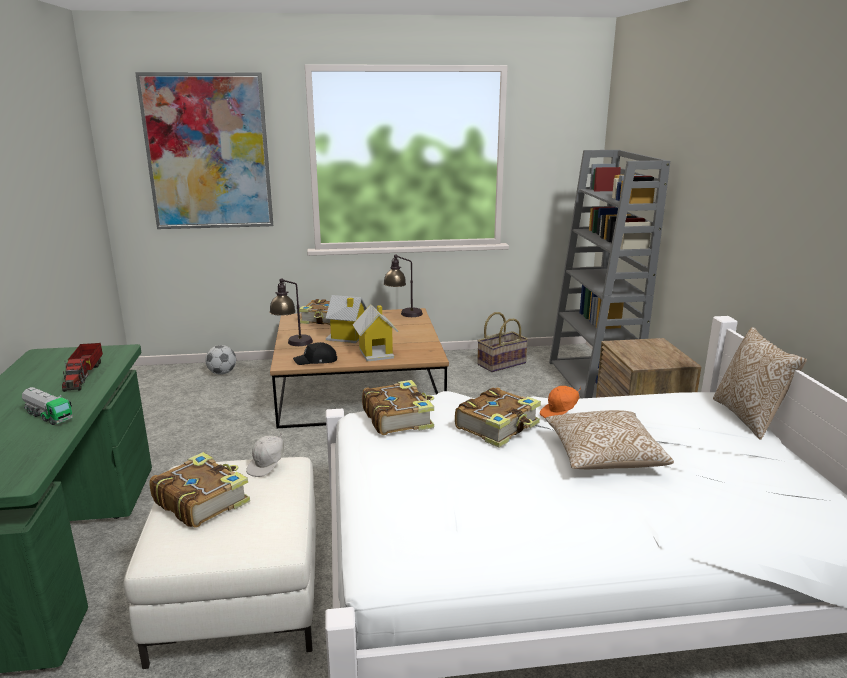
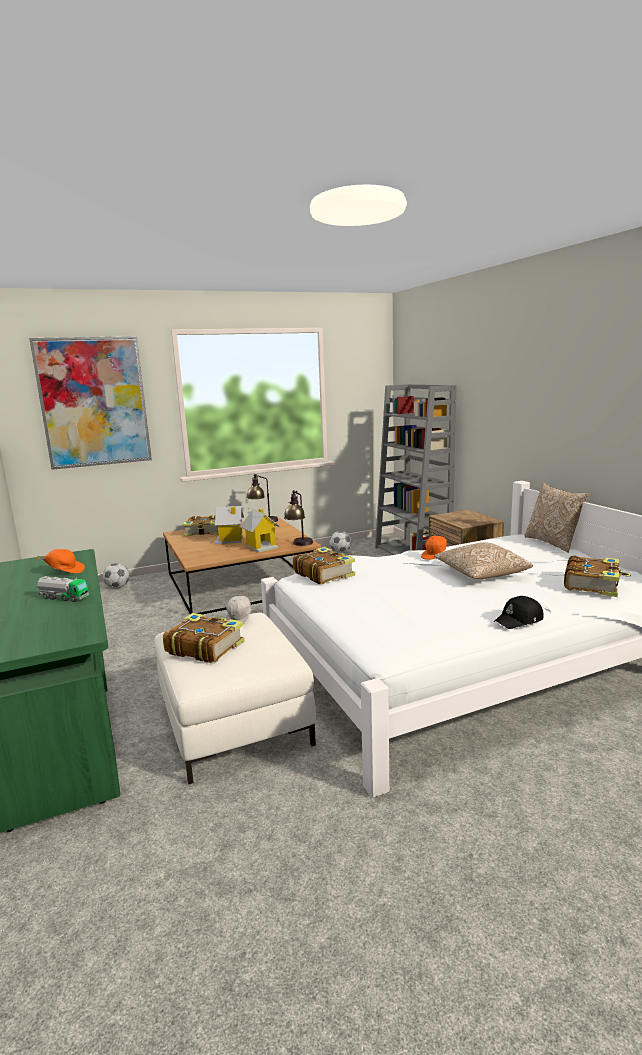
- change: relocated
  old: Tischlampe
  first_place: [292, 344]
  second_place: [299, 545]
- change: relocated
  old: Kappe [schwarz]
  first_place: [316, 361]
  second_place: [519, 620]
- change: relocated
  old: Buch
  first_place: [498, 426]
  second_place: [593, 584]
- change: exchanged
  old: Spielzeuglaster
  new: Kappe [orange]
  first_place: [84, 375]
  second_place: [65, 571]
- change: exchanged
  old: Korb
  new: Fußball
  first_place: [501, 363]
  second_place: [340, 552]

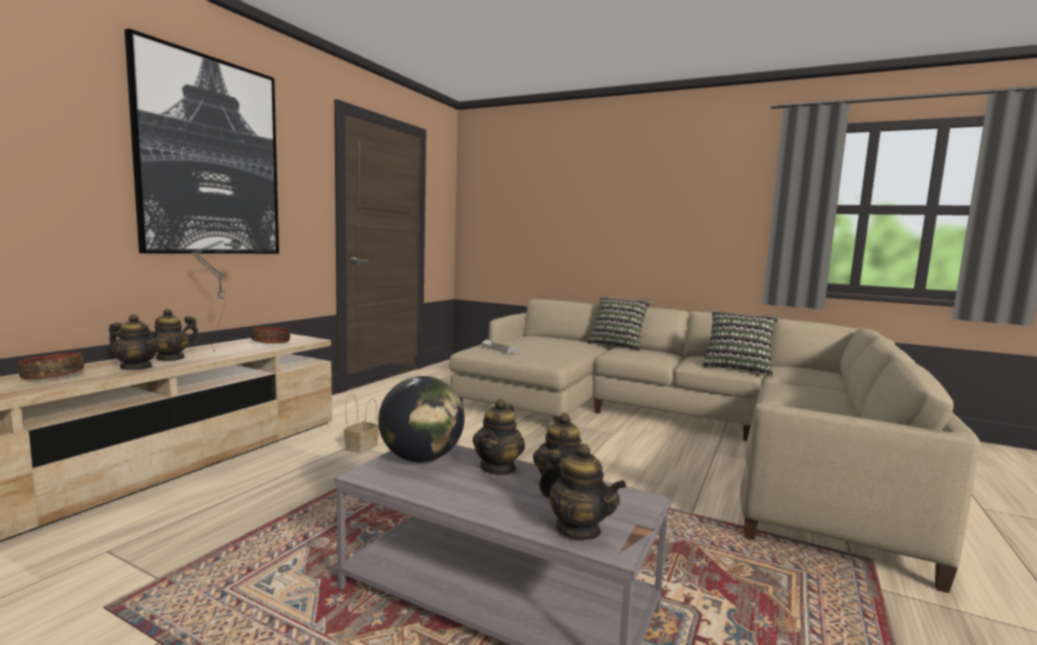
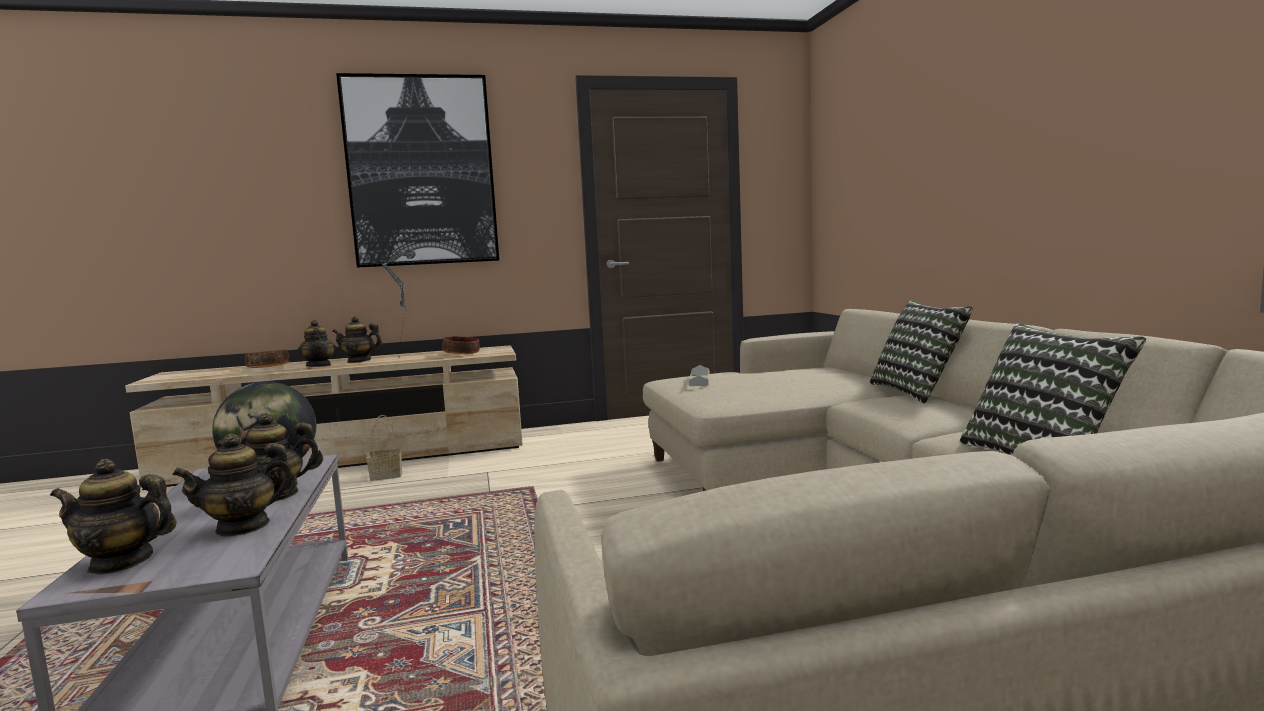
- change: relocated
  old: Korb
  first_place: [361, 446]
  second_place: [387, 475]
- change: spun
  old: Teekanne
  first_place: [578, 529]
  second_place: [121, 562]
  degrees: 90

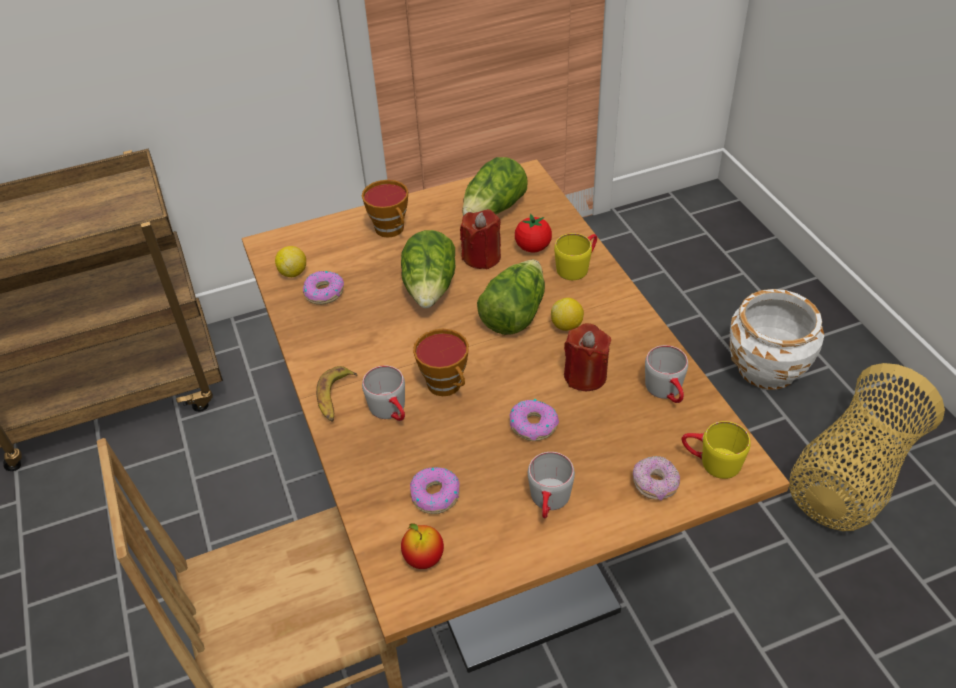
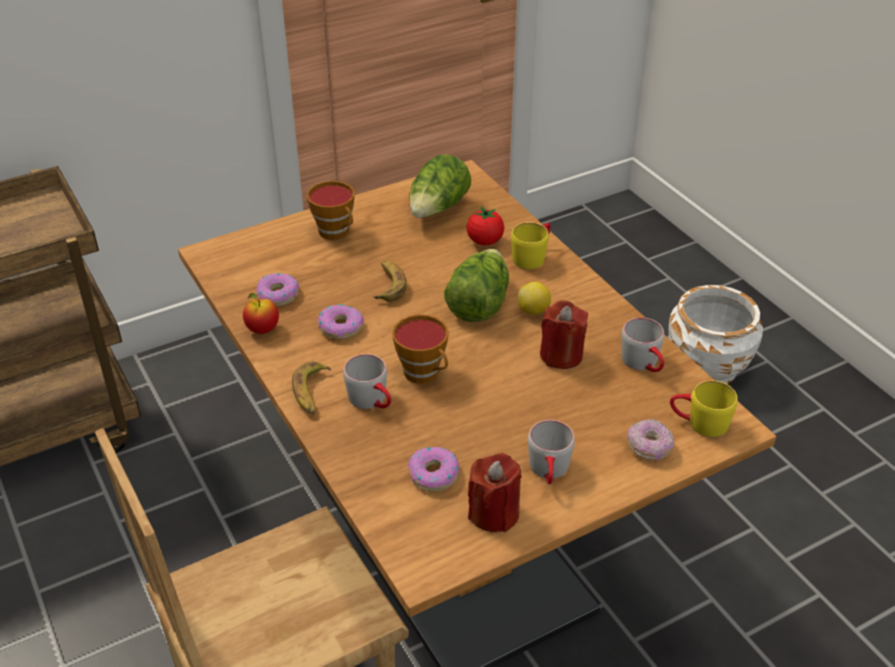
- change: missing
  old: Zitrone
  first_place: [293, 272]
- change: missing
  old: Korb
  first_place: [852, 476]
- change: relocated
  old: Apfel
  first_place: [423, 558]
  second_place: [262, 329]
- change: relocated
  old: Kerze [rot]
  first_place: [482, 257]
  second_place: [494, 513]
- change: relocated
  old: Donut
  first_place: [533, 425]
  second_place: [340, 327]
- change: exchanged
  old: Salatkopf
  new: Banane
  first_place: [430, 288]
  second_place: [388, 285]

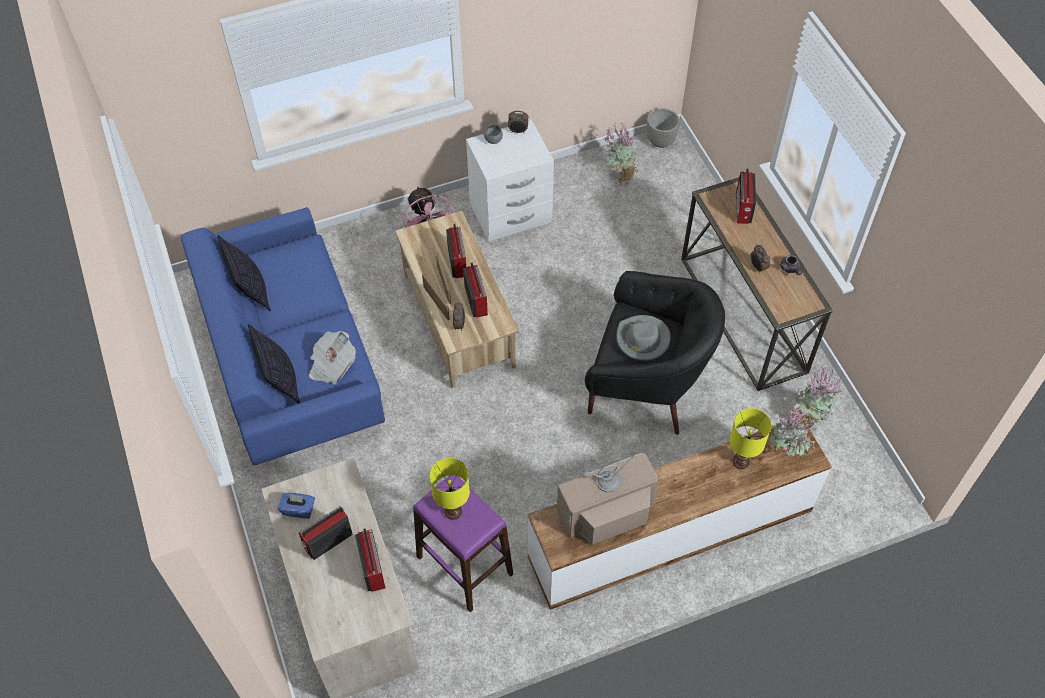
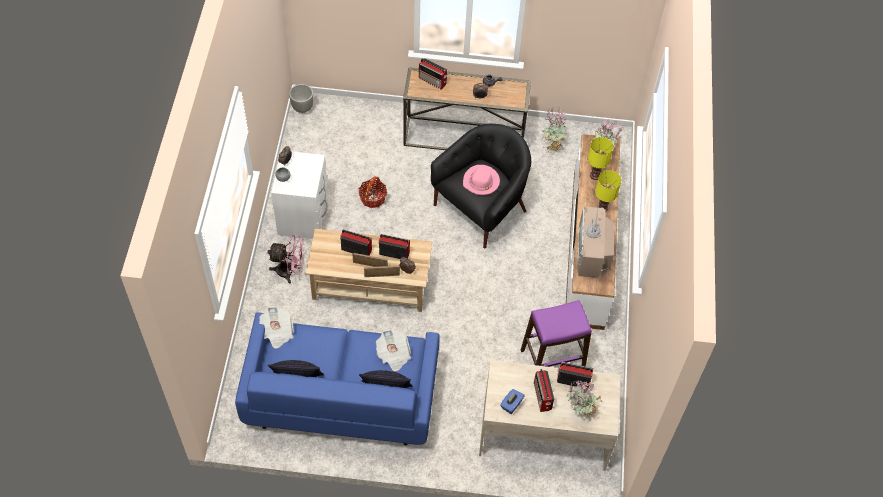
- change: appeared
  new: Zeitung
  second_place: [277, 332]
- change: appeared
  new: Korb
  second_place: [373, 198]
- change: relocated
  old: Tischlampe [gelb]
  first_place: [453, 512]
  second_place: [603, 208]
- change: relocated
  old: Topfpflanze
  first_place: [619, 175]
  second_place: [580, 411]
- change: colour
  old: Hut [grau]
  new: Hut [rosa]
  first_place: [642, 340]
  second_place: [481, 182]

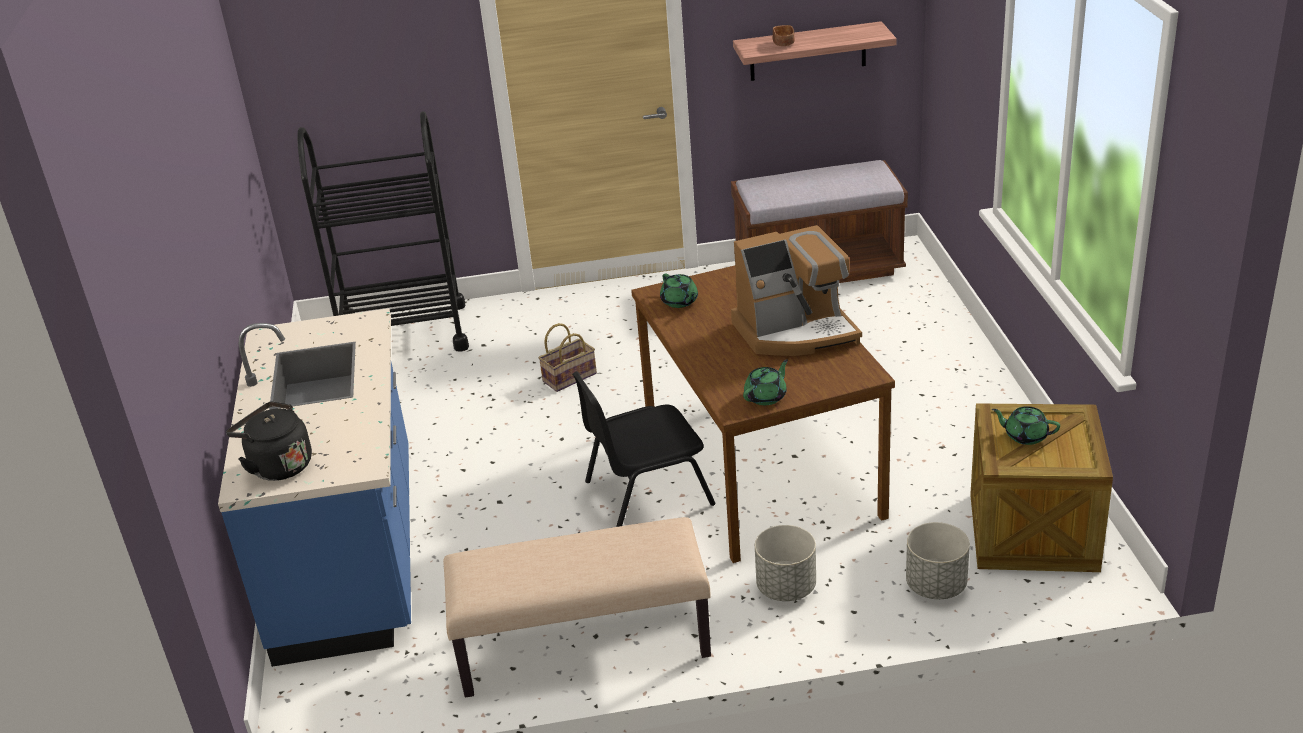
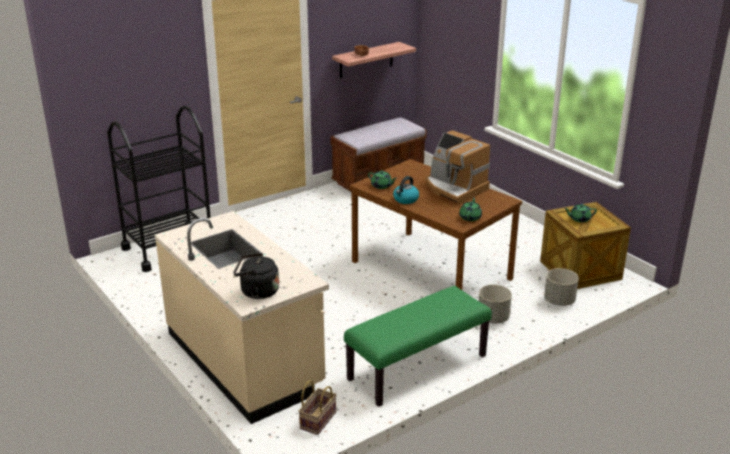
- change: missing
  old: Stuhl [schwarz]
  first_place: [646, 492]
- change: appeared
  new: Wasserkessel
  second_place: [405, 199]
- change: relocated
  old: Korb
  first_place: [570, 376]
  second_place: [318, 419]
- change: colour
  old: Küchenzeile [blau]
  new: Küchenzeile [beige]
  first_place: [351, 554]
  second_place: [245, 360]
- change: colour
  old: Bank [beige]
  new: Bank [grün]
  first_place: [583, 646]
  second_place: [417, 368]
- change: spun
  old: Kaffeemaschine
  first_place: [796, 331]
  second_place: [454, 189]
  degrees: 90

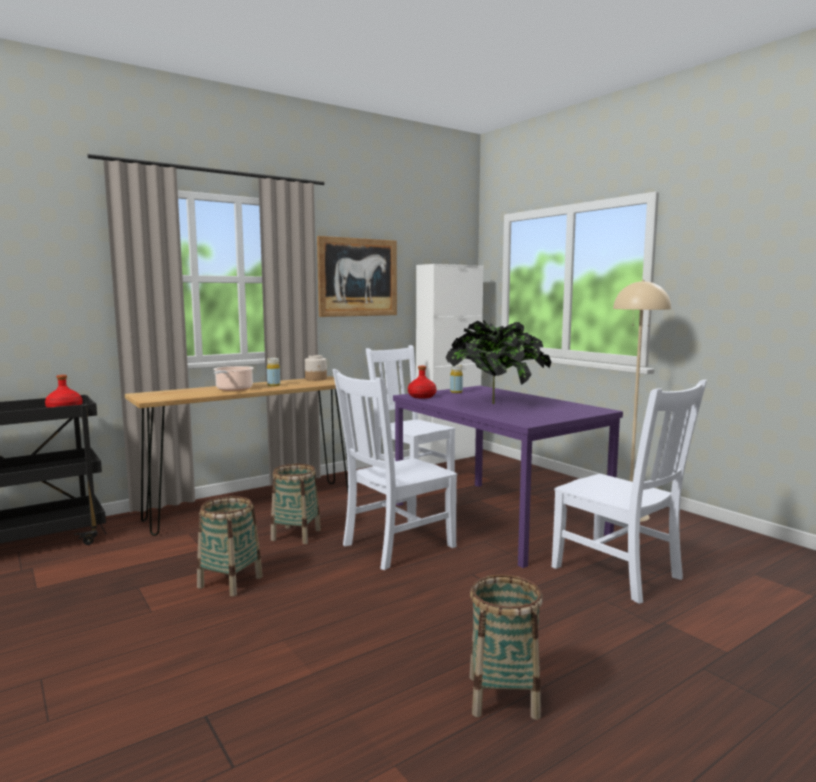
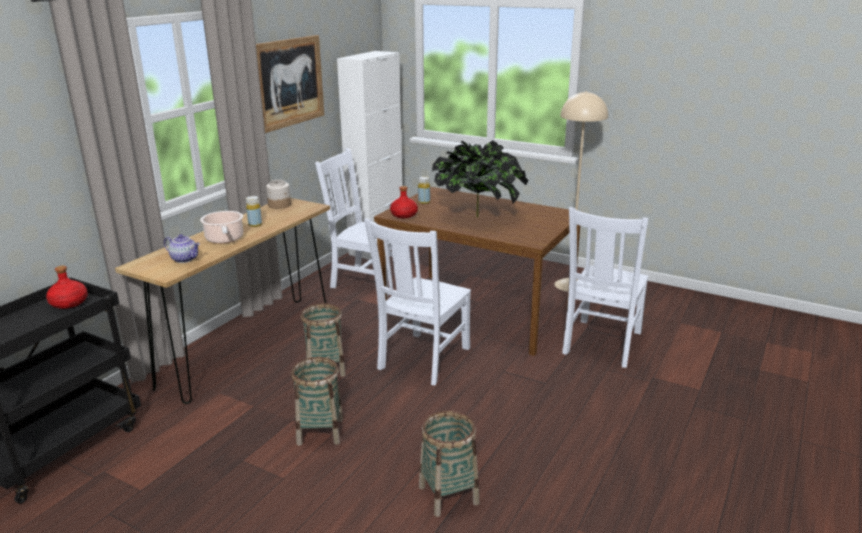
- change: appeared
  new: Teekanne
  second_place: [185, 259]
- change: relocated
  old: Korb
  first_place: [503, 696]
  second_place: [448, 494]
- change: colour
  old: Esstisch [lila]
  new: Esstisch [braun]
  first_place: [495, 518]
  second_place: [475, 311]
- change: spun
  old: Stuhl [weiß]
  first_place: [619, 574]
  second_place: [601, 344]
  degrees: 90

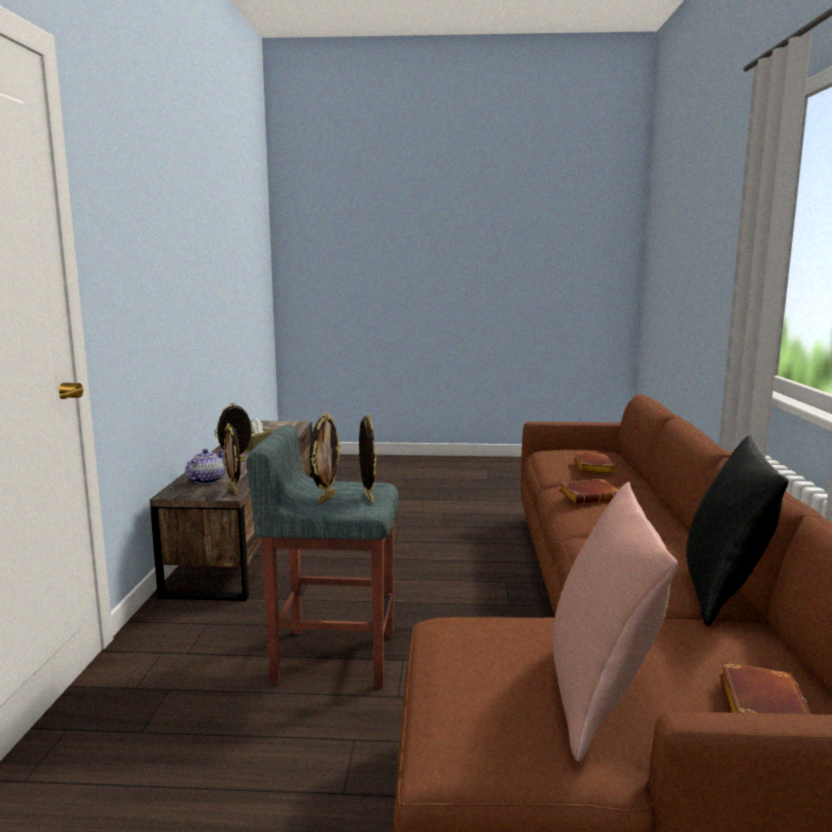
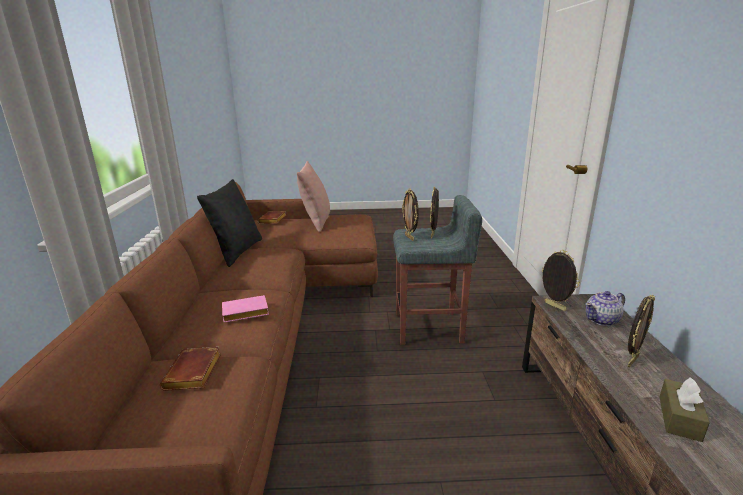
- change: colour
  old: Buch [braun]
  new: Buch [rosa]
  first_place: [590, 496]
  second_place: [244, 313]
- change: spun
  old: Teekanne
  first_place: [206, 481]
  second_place: [602, 320]
  degrees: 45

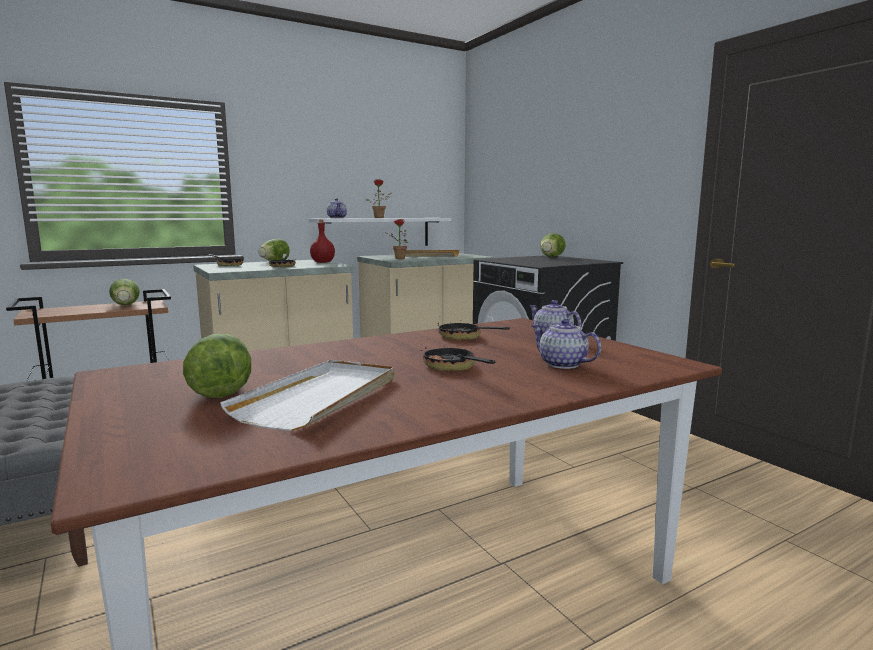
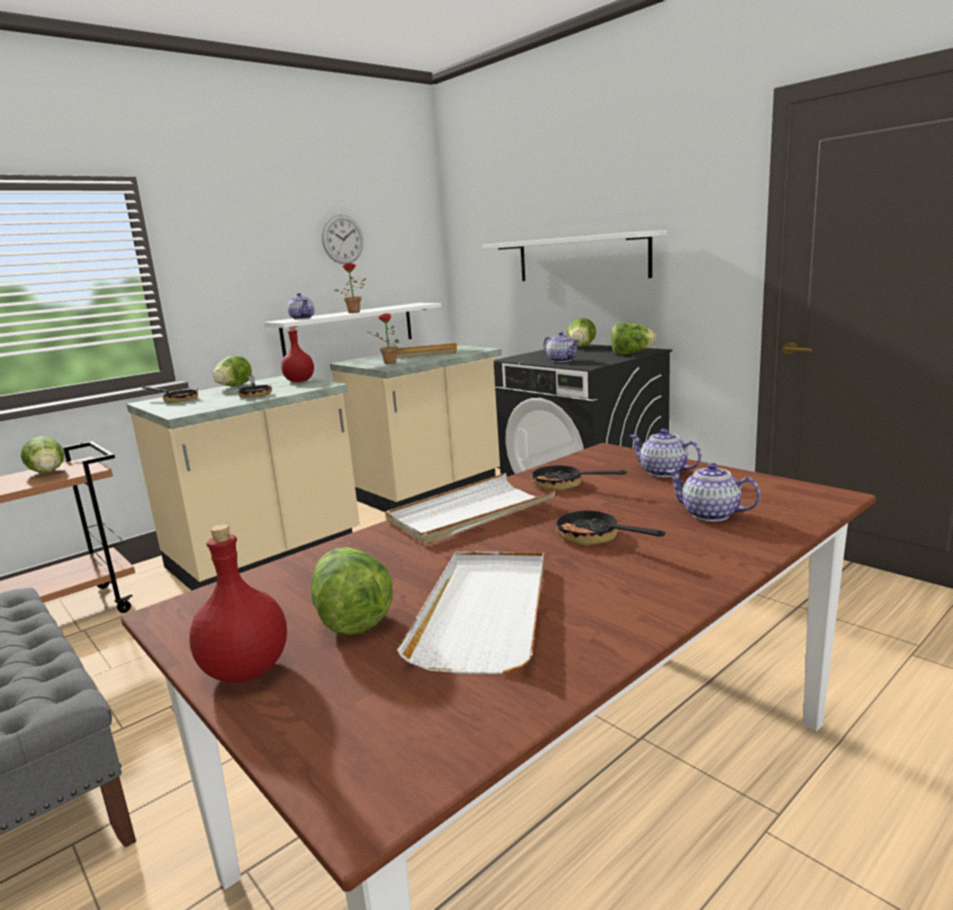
- change: appeared
  new: Flasche [rot]
  second_place: [247, 671]
- change: appeared
  new: Wanduhr
  second_place: [342, 239]
- change: appeared
  new: Tablett [weiß]
  second_place: [469, 513]
- change: appeared
  new: Wandregal [weiß]
  second_place: [581, 258]
- change: appeared
  new: Teekanne
  second_place: [561, 360]
- change: appeared
  new: Salatkopf
  second_place: [631, 353]

